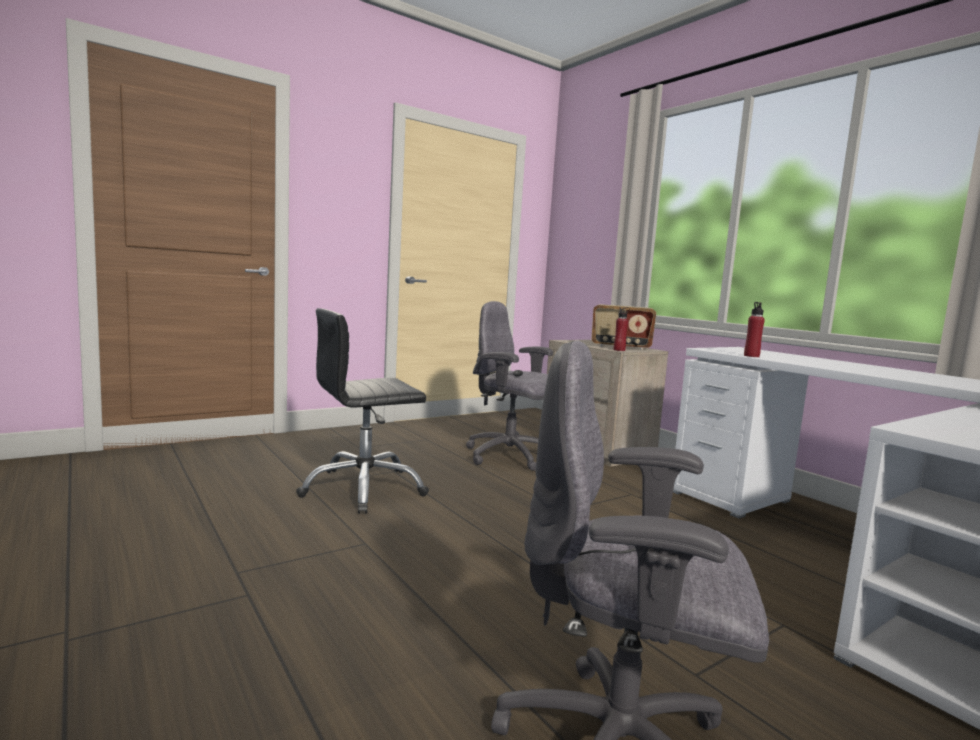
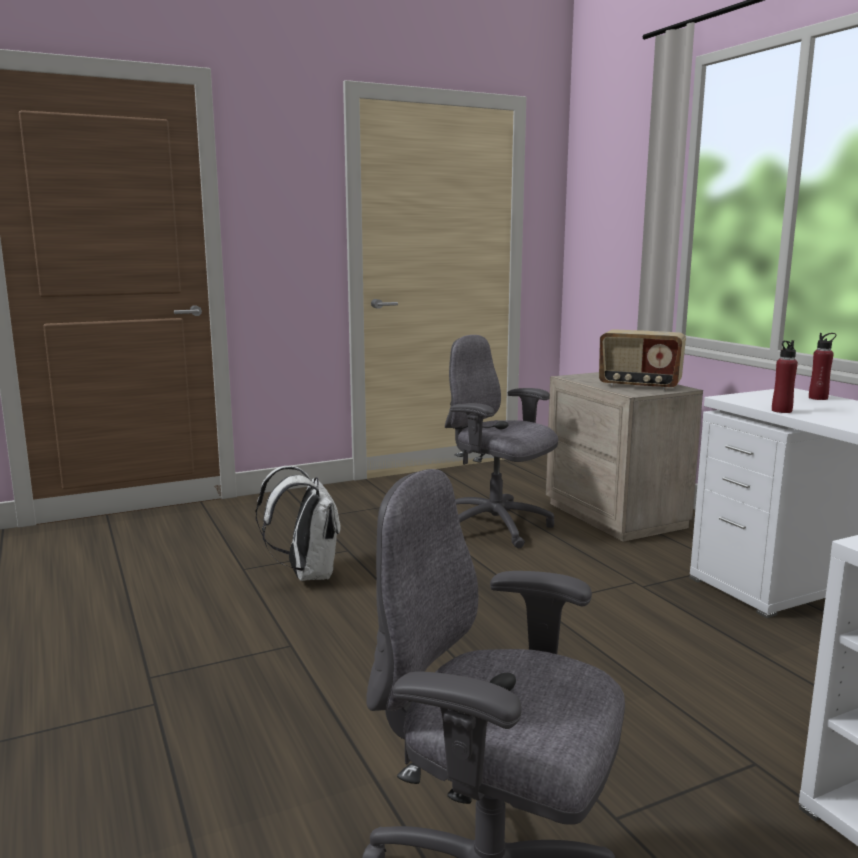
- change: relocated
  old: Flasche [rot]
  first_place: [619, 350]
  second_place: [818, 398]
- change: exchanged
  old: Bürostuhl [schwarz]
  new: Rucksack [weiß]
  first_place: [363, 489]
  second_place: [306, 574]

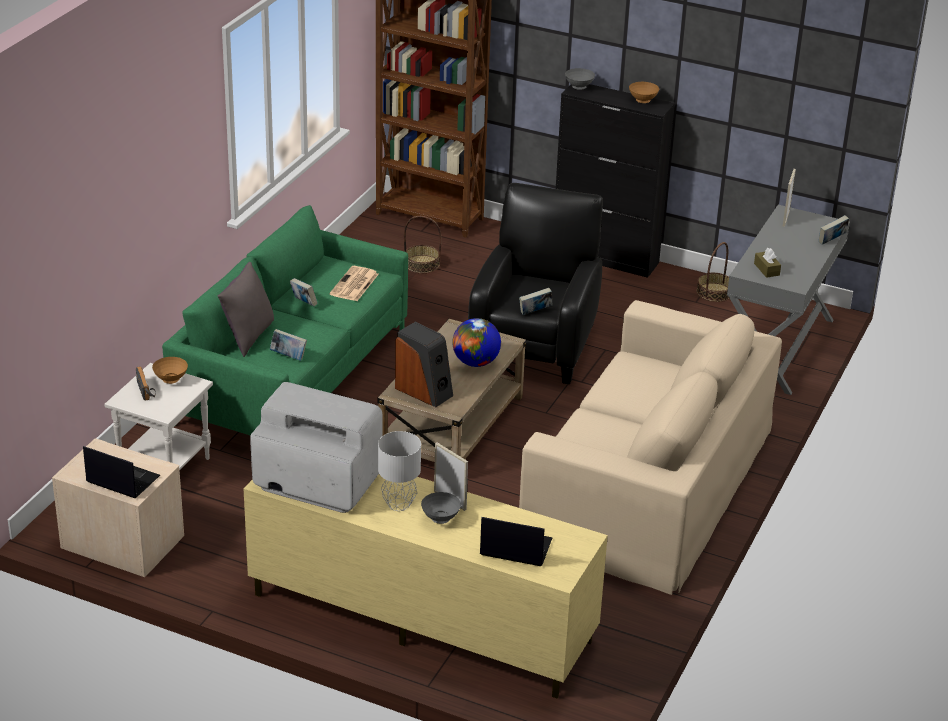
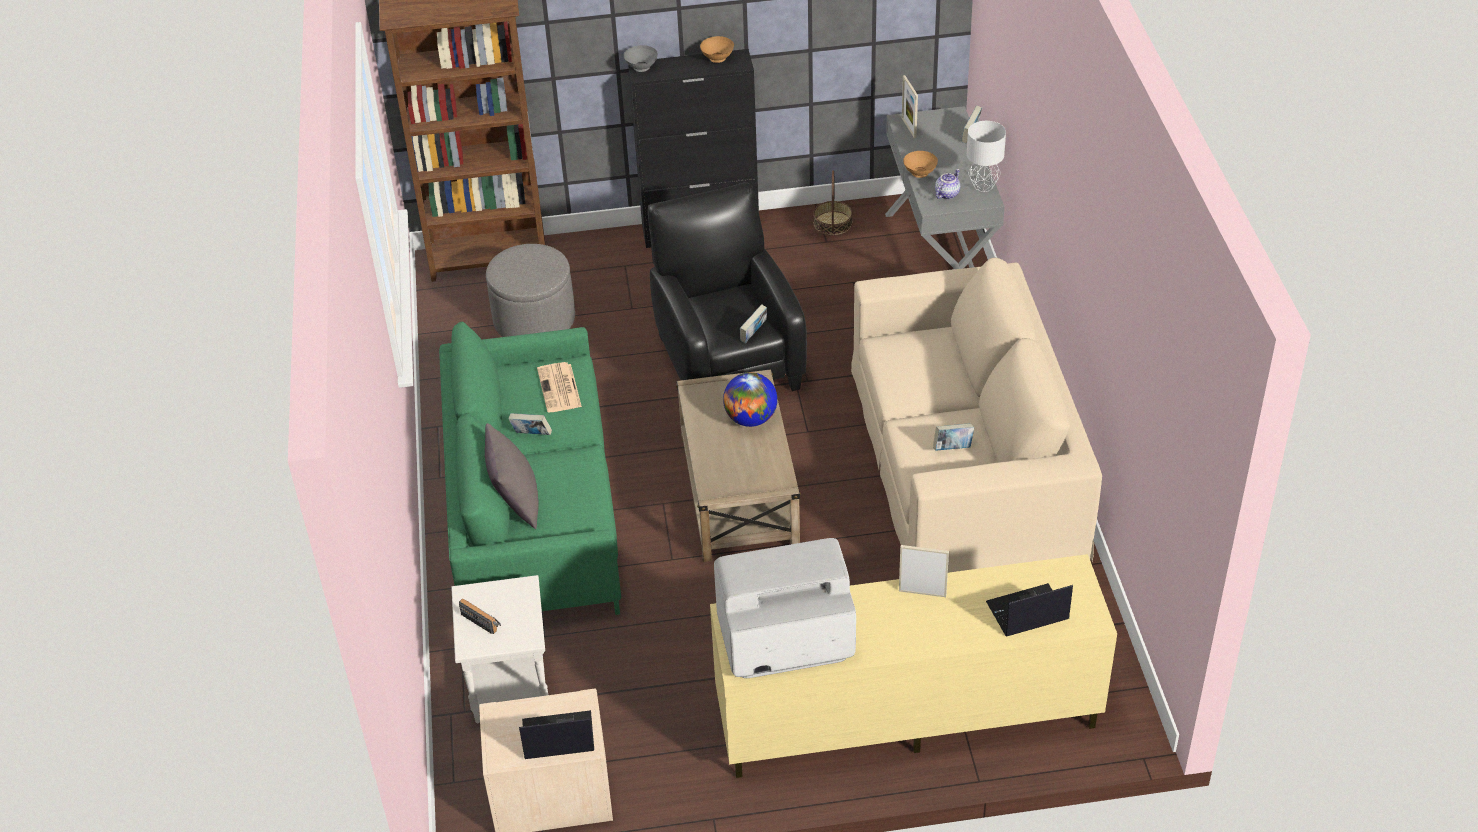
- change: missing
  old: Lautsprecher
  first_place: [424, 391]
- change: missing
  old: Schüssel [grau]
  first_place: [440, 519]
- change: relocated
  old: Schüssel [braun]
  first_place: [171, 379]
  second_place: [920, 173]
- change: relocated
  old: Buch
  first_place: [288, 356]
  second_place: [952, 448]
- change: relocated
  old: Tischlampe [grau]
  first_place: [399, 504]
  second_place: [984, 186]
- change: exchanged
  old: Korb
  new: Polsterhocker [grau]
  first_place: [422, 264]
  second_place: [534, 320]
- change: exchanged
  old: Taschentuchbox [braun]
  new: Teekanne
  first_place: [766, 269]
  second_place: [946, 194]

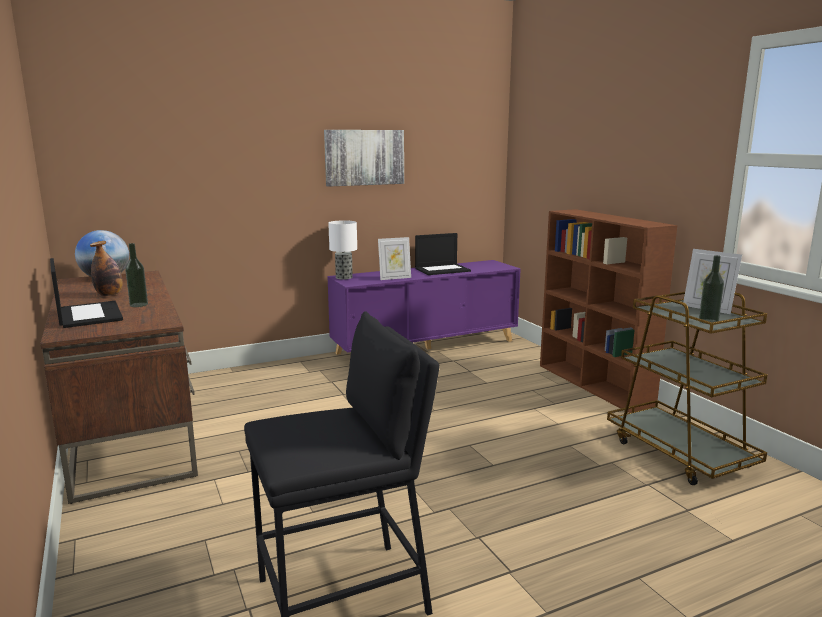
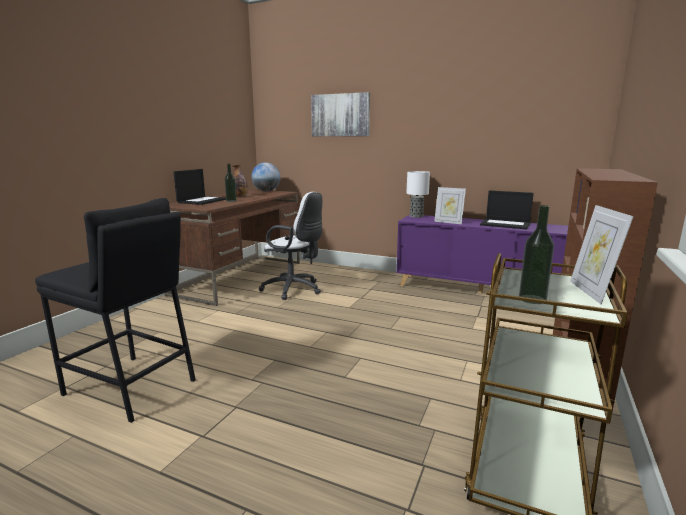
- change: appeared
  new: Bürostuhl [weiß]
  second_place: [295, 289]
- change: relocated
  old: Bild
  first_place: [364, 157]
  second_place: [340, 115]

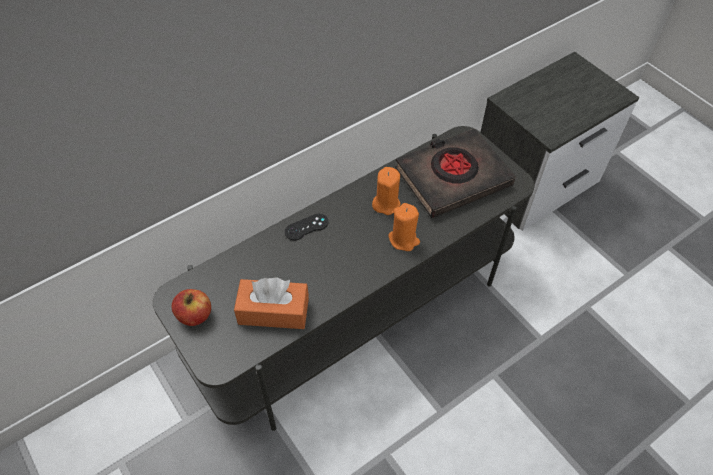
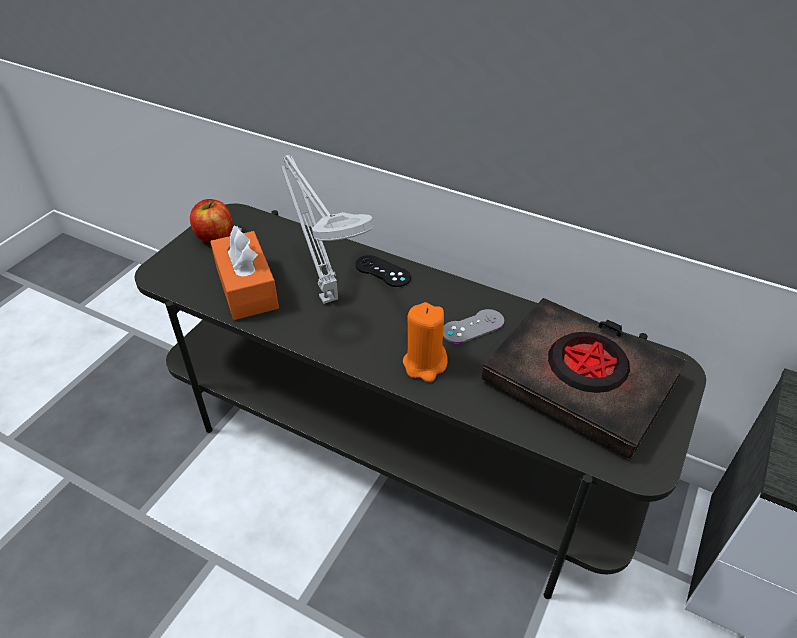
- change: appeared
  new: Tischlampe [grau]
  second_place: [326, 296]
- change: exchanged
  old: Kerze [orange]
  new: Gamepad [grau]
  first_place: [386, 204]
  second_place: [473, 326]

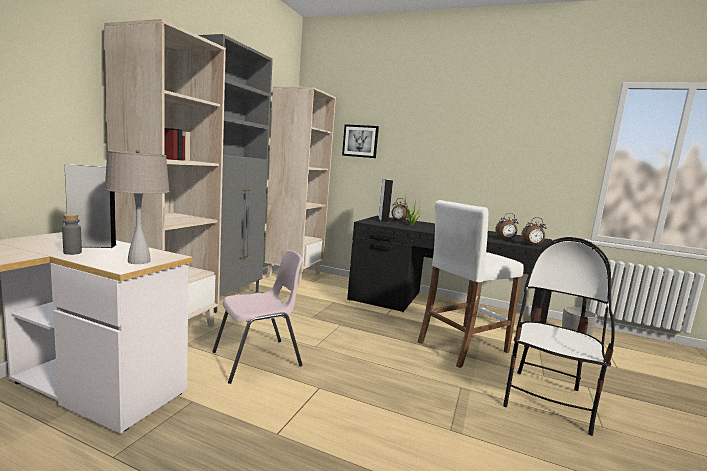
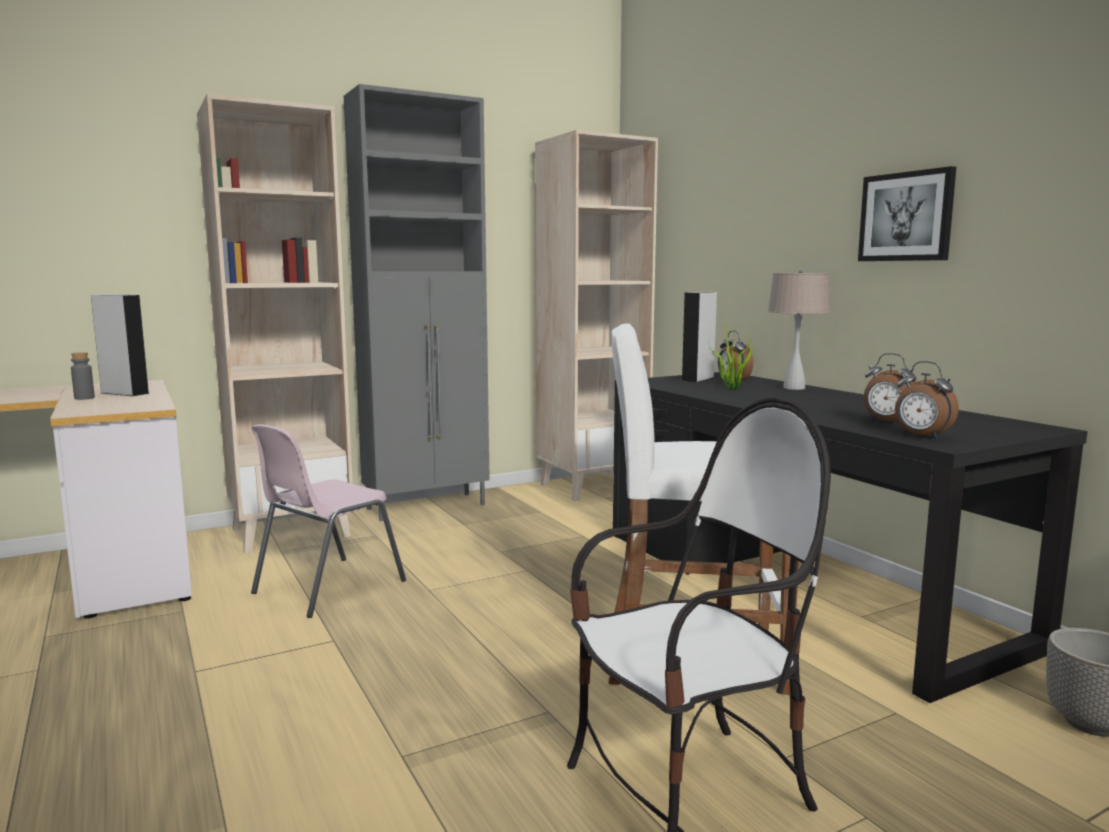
- change: relocated
  old: Tischlampe [beige]
  first_place: [139, 261]
  second_place: [794, 388]
- change: relocated
  old: Bild
  first_place: [360, 141]
  second_place: [906, 217]
- change: spun
  old: Stuhl [rosa]
  first_place: [258, 359]
  second_place: [326, 587]
  degrees: 120

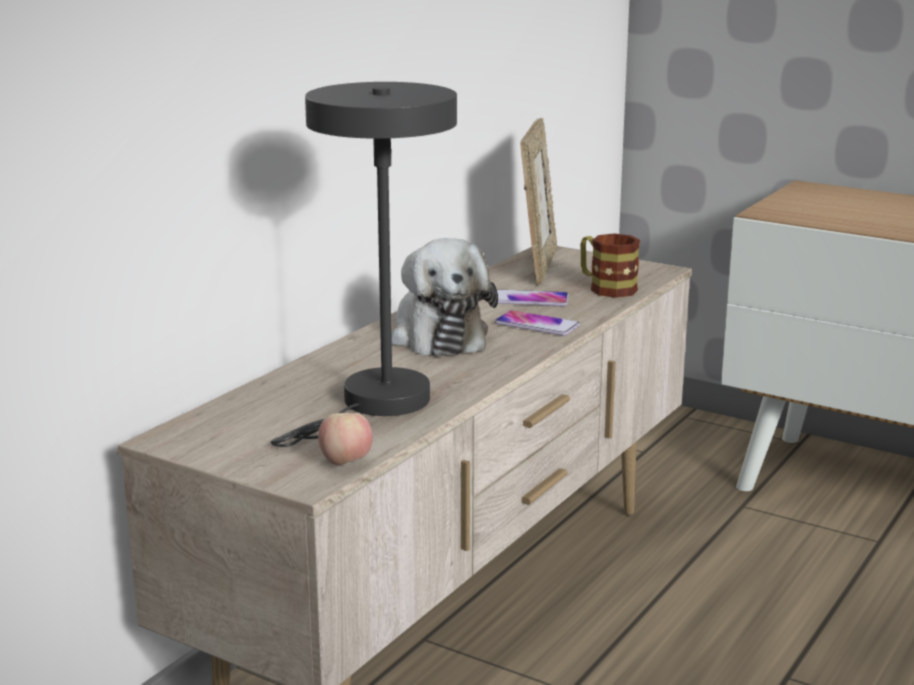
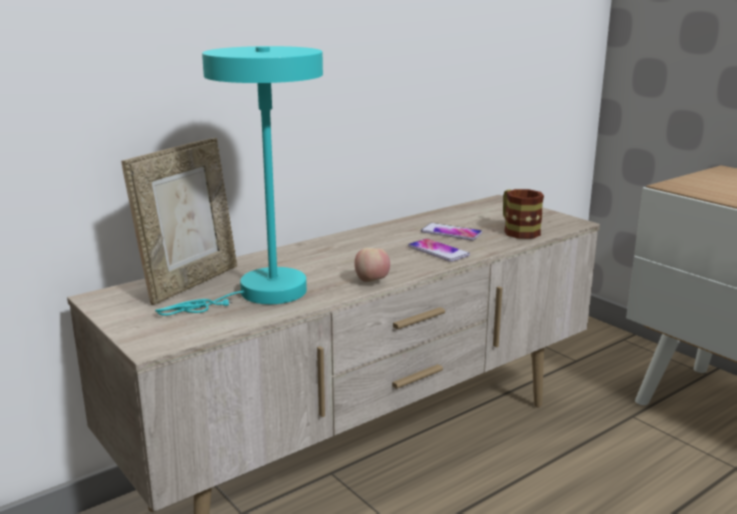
- change: missing
  old: Plüschtier
  first_place: [437, 335]
- change: relocated
  old: Apfel
  first_place: [345, 463]
  second_place: [372, 281]
- change: relocated
  old: Bilderrahmen
  first_place: [537, 266]
  second_place: [190, 283]
- change: colour
  old: Tischlampe [grau]
  new: Tischlampe [türkis]
  first_place: [377, 405]
  second_place: [262, 294]

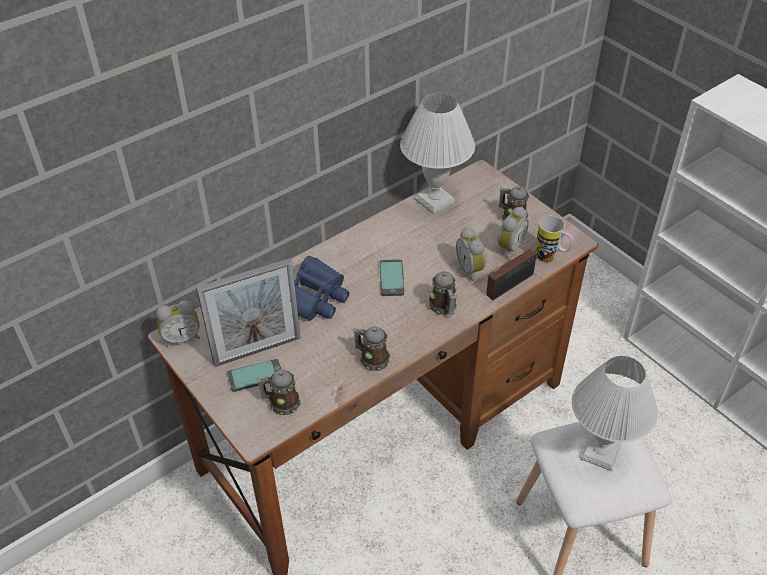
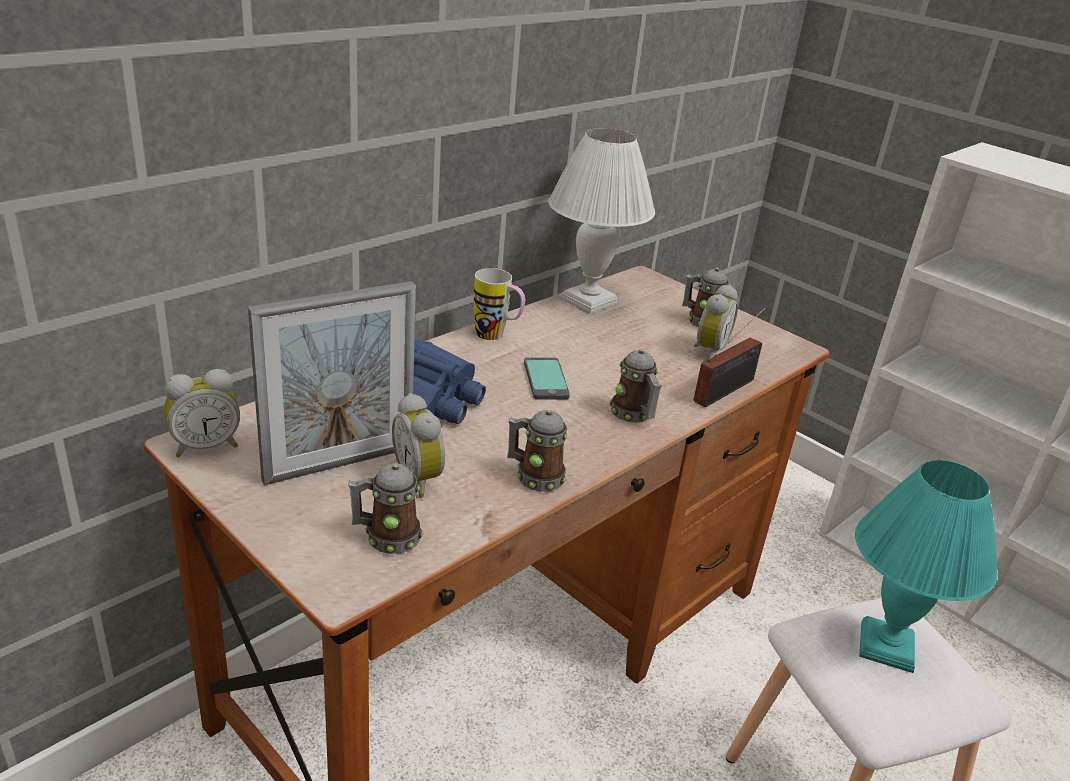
- change: missing
  old: Handy
  first_place: [255, 376]
- change: relocated
  old: Wecker
  first_place: [471, 269]
  second_place: [421, 479]
- change: relocated
  old: Henkelbecher
  first_place: [551, 258]
  second_place: [497, 337]
- change: colour
  old: Tischlampe [weiß]
  new: Tischlampe [türkis]
  first_place: [600, 451]
  second_place: [885, 645]

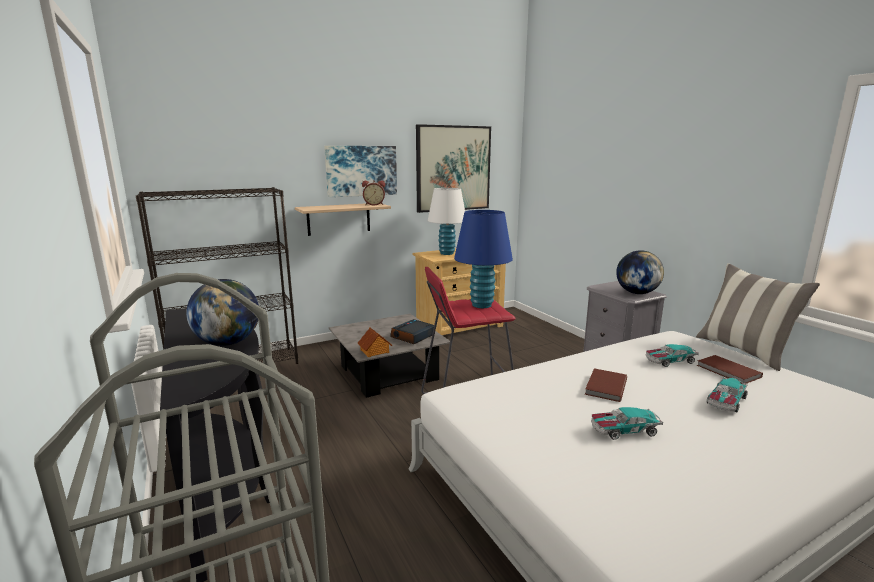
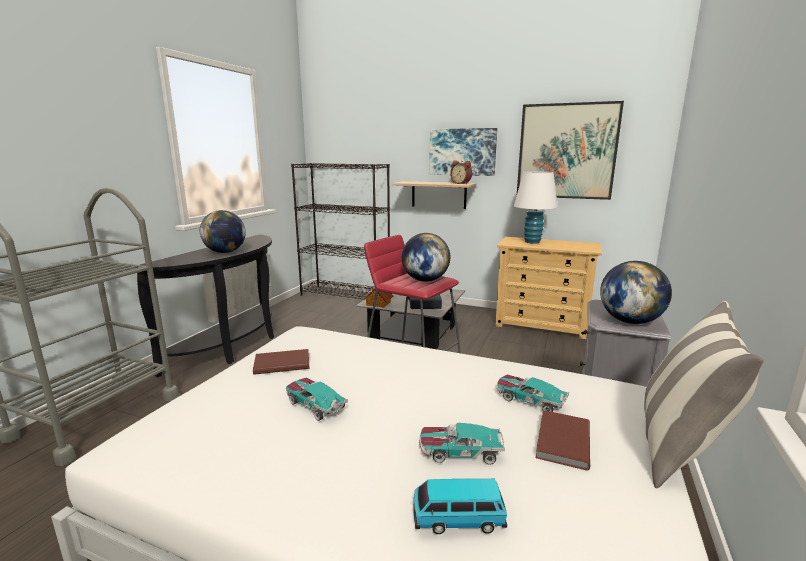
- change: appeared
  new: Spielzeugauto
  second_place: [458, 518]
- change: relocated
  old: Buch [braun]
  first_place: [604, 387]
  second_place: [281, 363]
- change: exchanged
  old: Tischlampe [blau]
  new: Globus
  first_place: [481, 305]
  second_place: [425, 280]

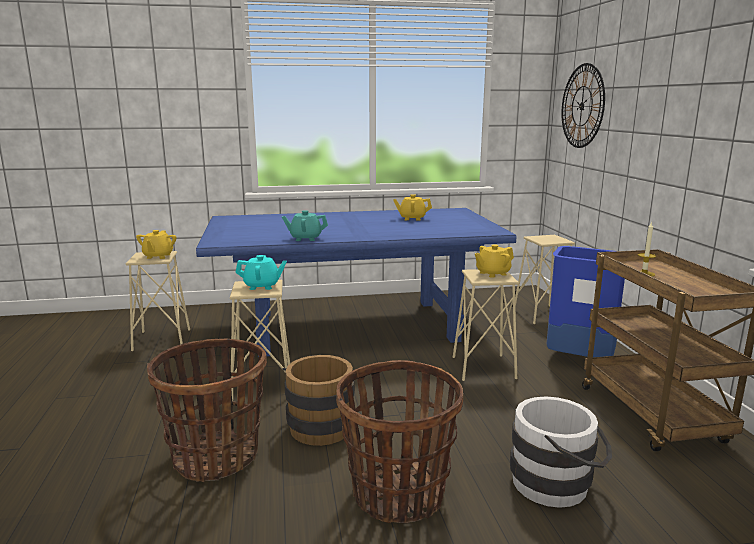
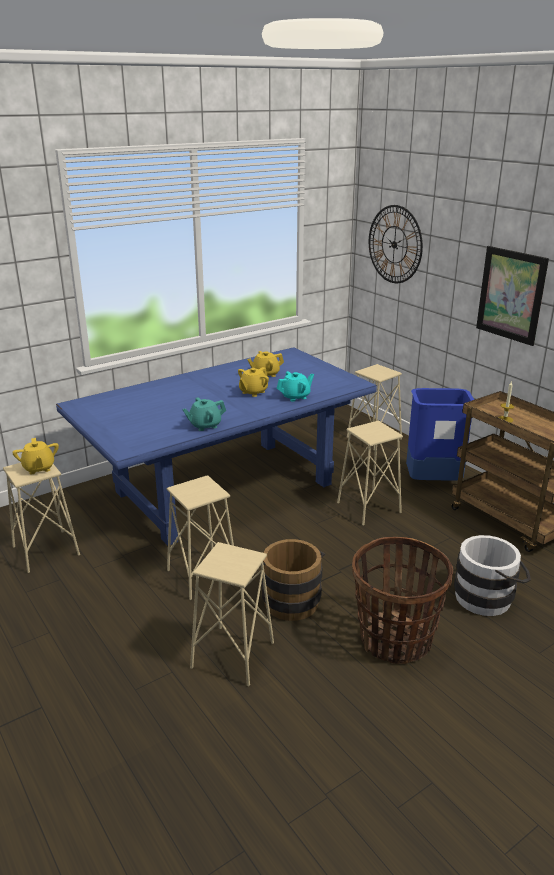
- change: appeared
  new: Bild
  second_place: [511, 295]
- change: relocated
  old: Teekanne [türkis]
  first_place: [262, 286]
  second_place: [295, 397]
- change: relocated
  old: Teekanne [gelb]
  first_place: [492, 273]
  second_place: [253, 392]
- change: exchanged
  old: Korb
  new: Hocker [beige]
  first_place: [216, 457]
  second_place: [233, 655]

